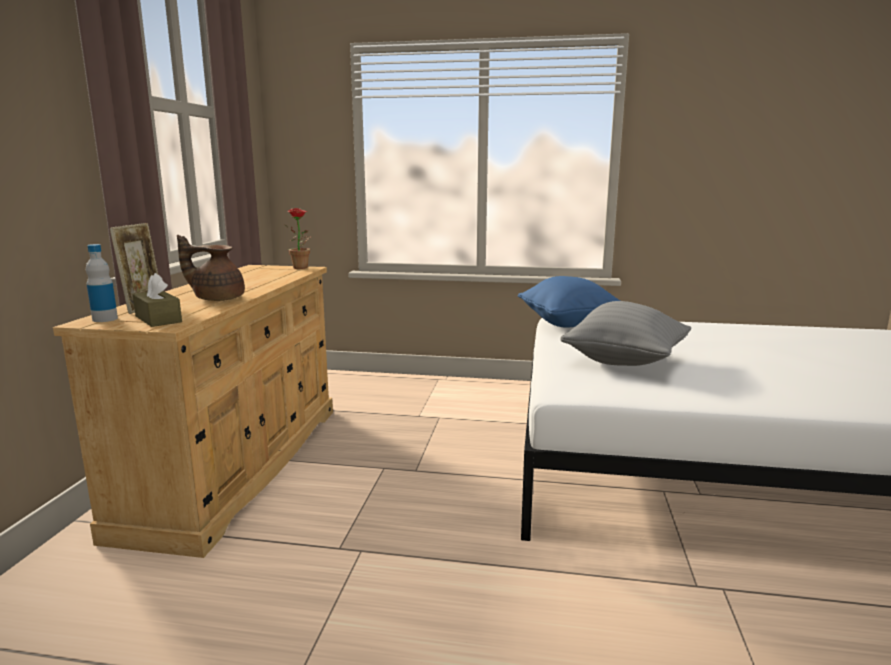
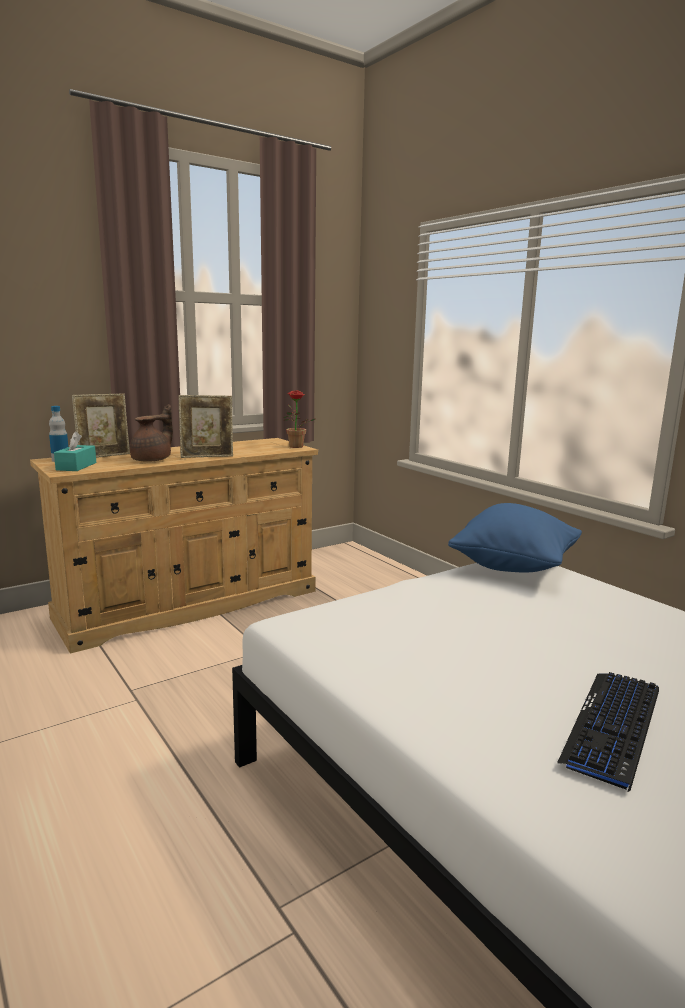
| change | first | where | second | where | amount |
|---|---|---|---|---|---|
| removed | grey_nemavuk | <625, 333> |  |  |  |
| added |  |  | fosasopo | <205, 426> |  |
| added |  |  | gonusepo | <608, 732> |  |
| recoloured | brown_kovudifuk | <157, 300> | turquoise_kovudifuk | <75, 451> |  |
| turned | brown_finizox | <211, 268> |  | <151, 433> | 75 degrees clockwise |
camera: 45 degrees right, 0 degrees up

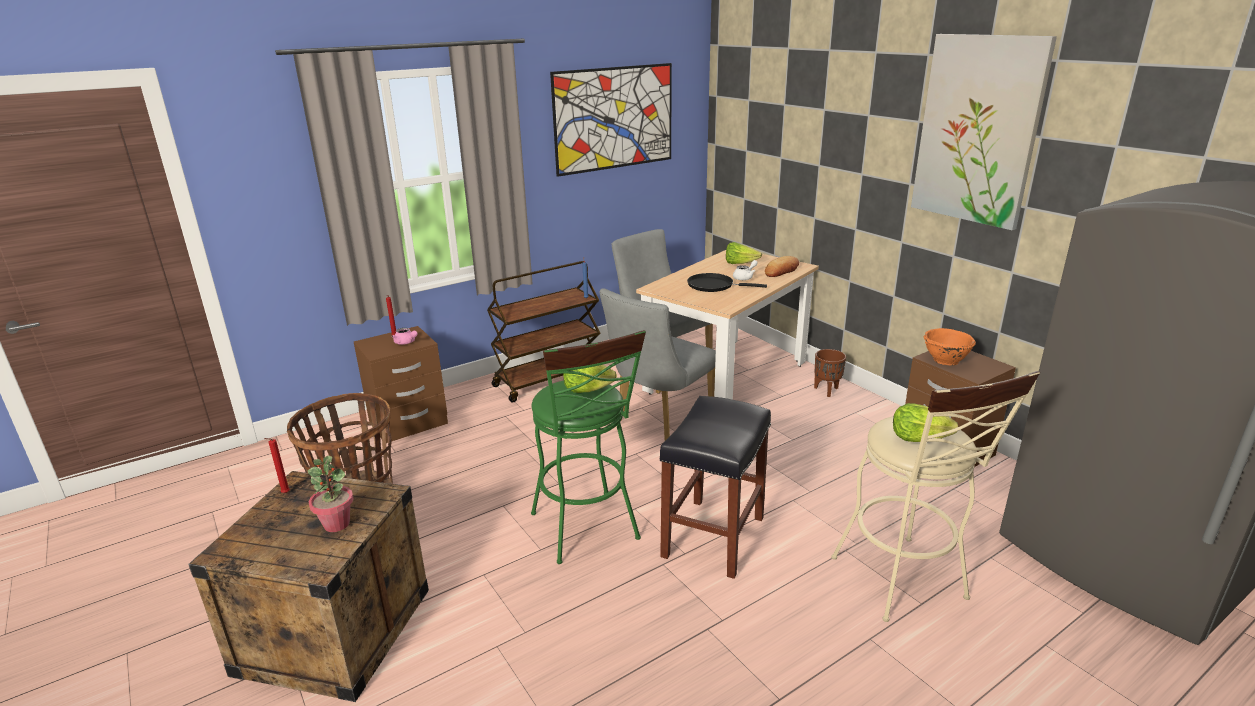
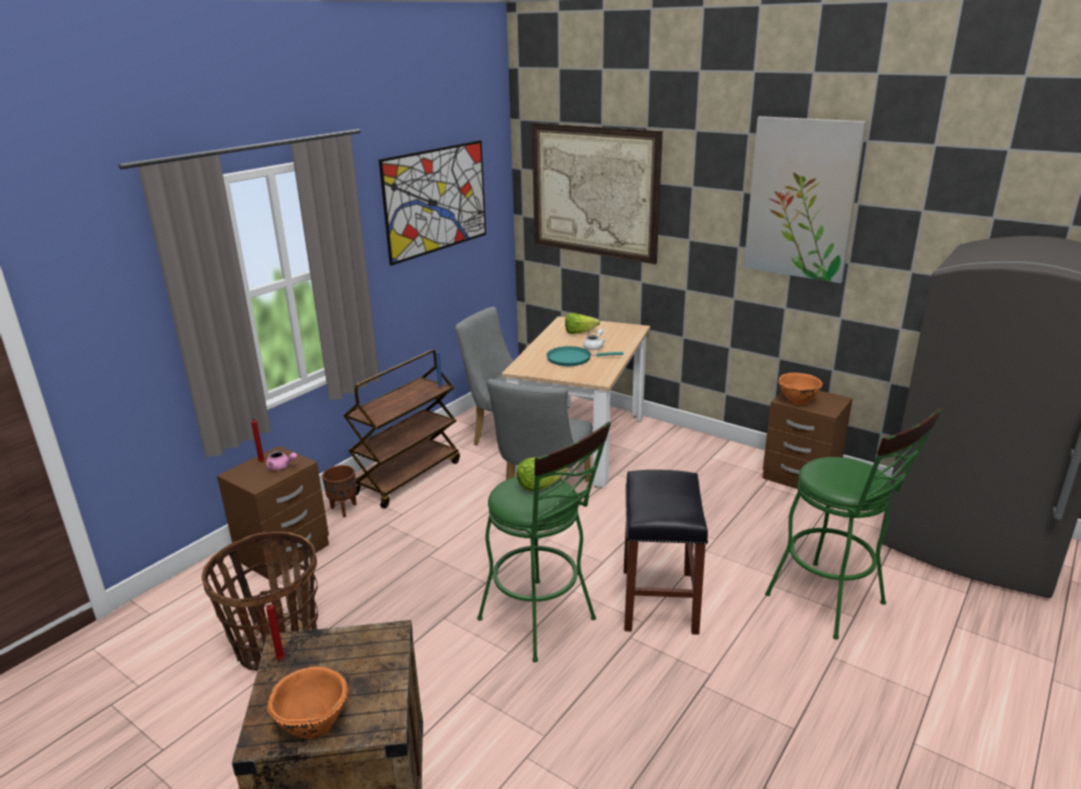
| change | first | where | second | where | amount |
|---|---|---|---|---|---|
| removed | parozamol | <331, 494> |  |  |  |
| removed | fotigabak | <782, 266> |  |  |  |
| removed | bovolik | <925, 422> |  |  |  |
| added |  |  | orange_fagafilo | <307, 703> |  |
| added |  |  | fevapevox | <597, 193> |  |
| moved | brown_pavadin | <830, 373> |  | <339, 491> |  |
| recoloured | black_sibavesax | <727, 282> | turquoise_sibavesax | <585, 356> |  |
| recoloured | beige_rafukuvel | <935, 496> | green_rafukuvel | <854, 524> |  |
camera: 20 degrees left, 0 degrees up

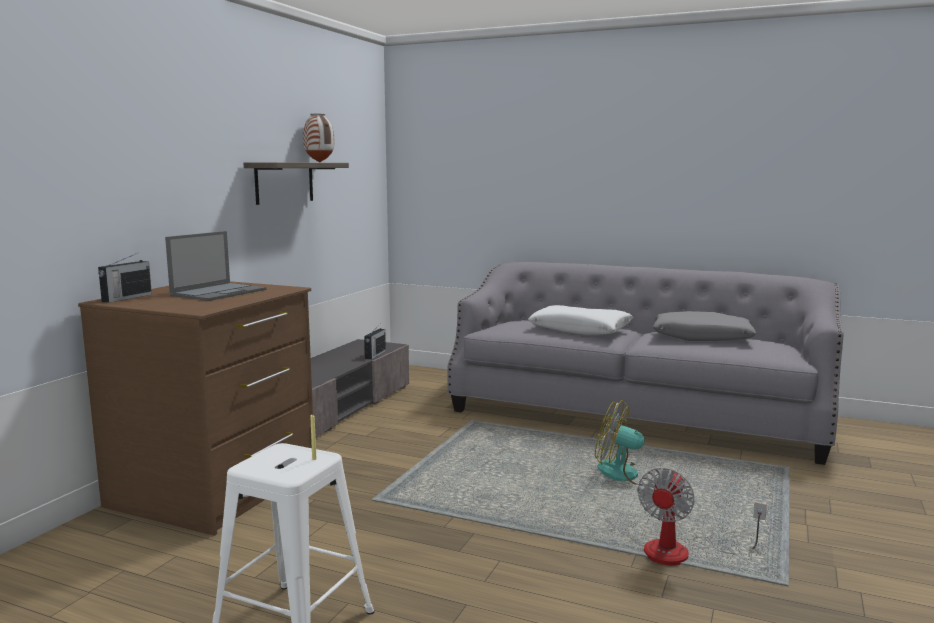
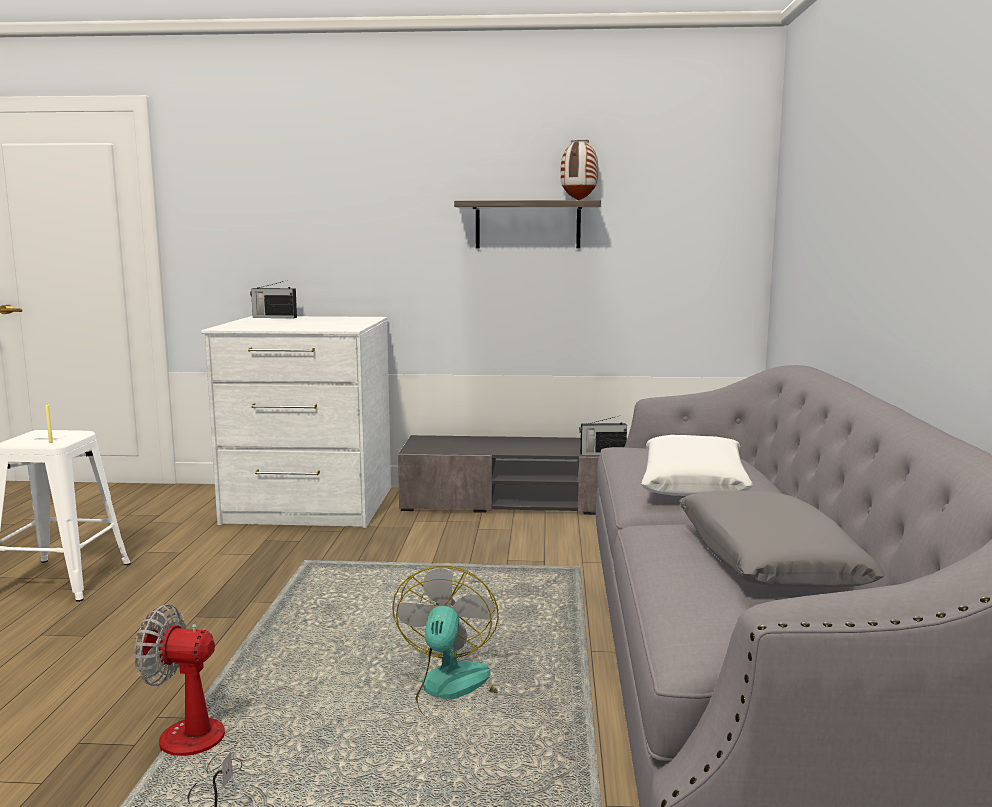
| change | first | where | second | where | amount |
|---|---|---|---|---|---|
| removed | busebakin | <215, 266> |  |  |  |
| recoloured | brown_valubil | <195, 408> | white_valubil | <296, 422> |  |
camera: 70 degrees right, 0 degrees up

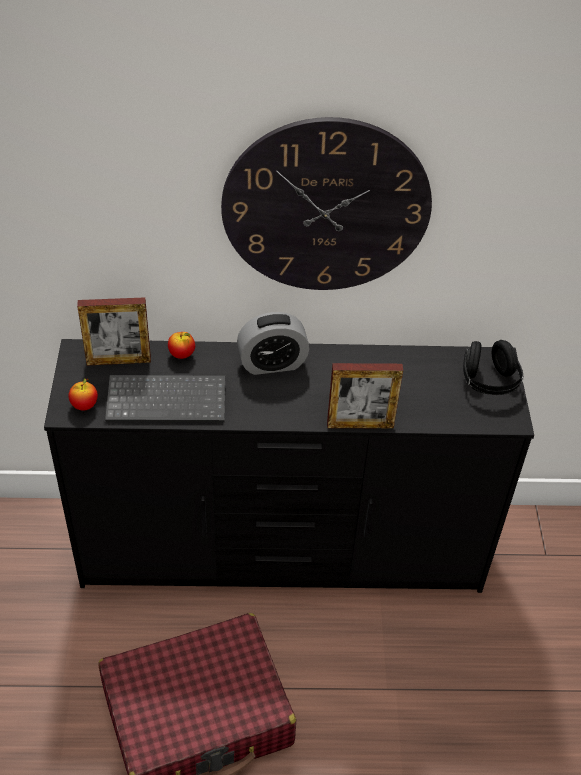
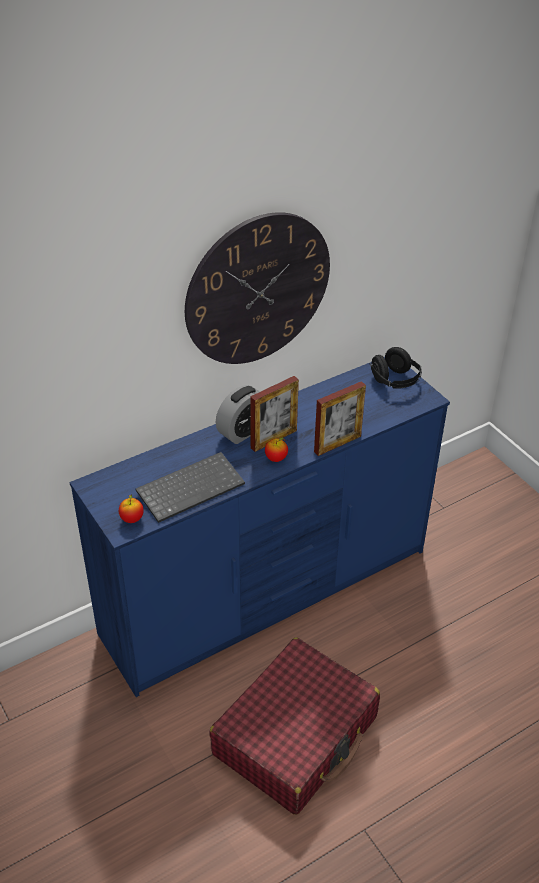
| change | first | where | second | where | amount |
|---|---|---|---|---|---|
| moved | fosasopo | <114, 331> |  | <274, 414> |  |
| moved | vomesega | <181, 345> |  | <276, 449> |  |
| recoloured | black_valubil | <289, 466> | blue_valubil | <259, 527> |  |
camera: 30 degrees left, 5 degrees down

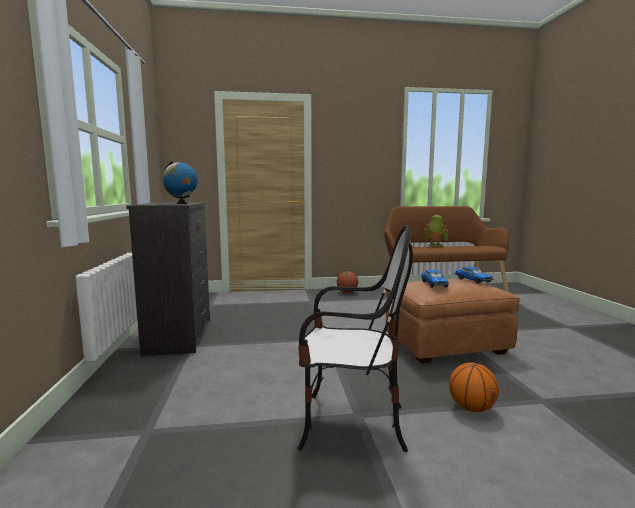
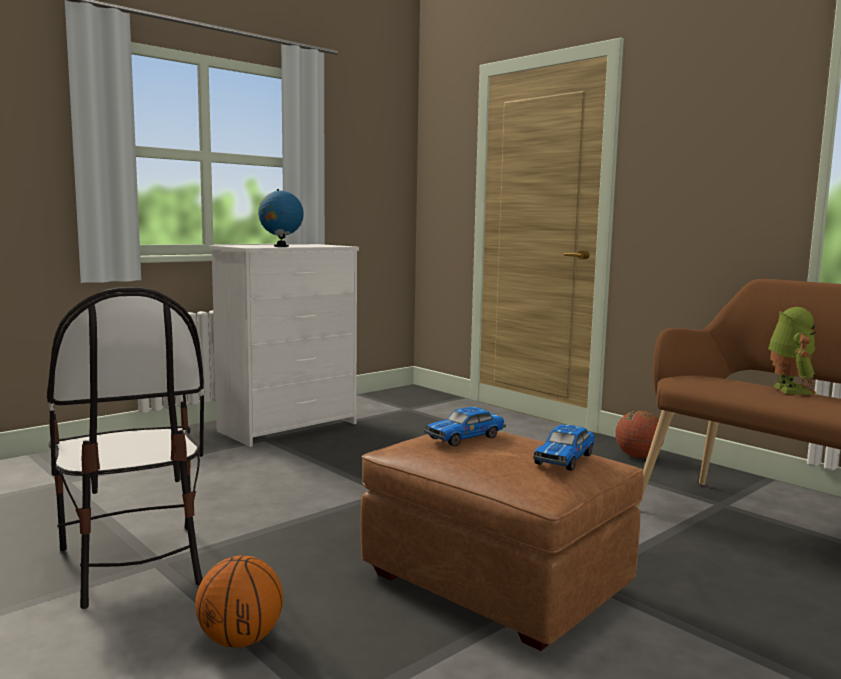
| change | first | where | second | where | amount |
|---|---|---|---|---|---|
| recoloured | black_valubil | <168, 279> | white_valubil | <284, 345> |  |
camera: 55 degrees right, 0 degrees up

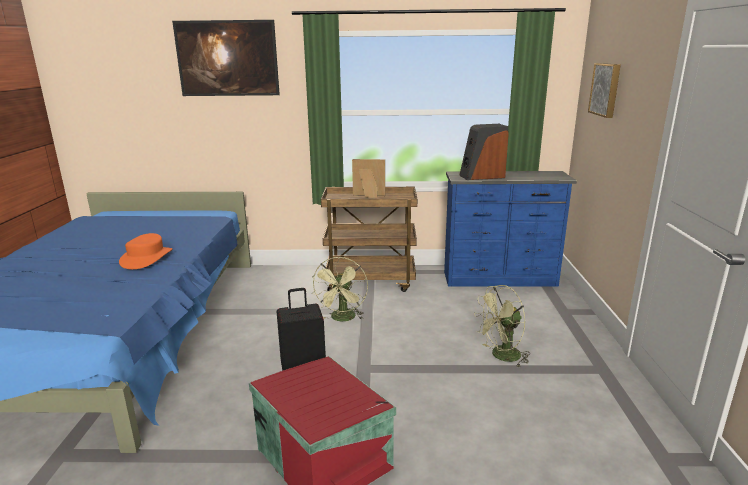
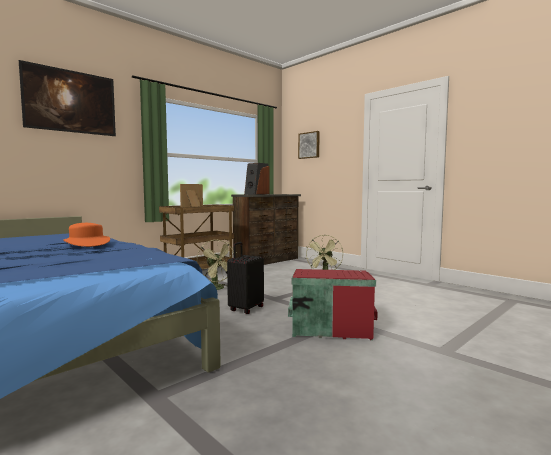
| change | first | where | second | where | amount |
|---|---|---|---|---|---|
| recoloured | blue_valubil | <510, 229> | brown_valubil | <266, 229> |  |
camera: 45 degrees left, 15 degrees down

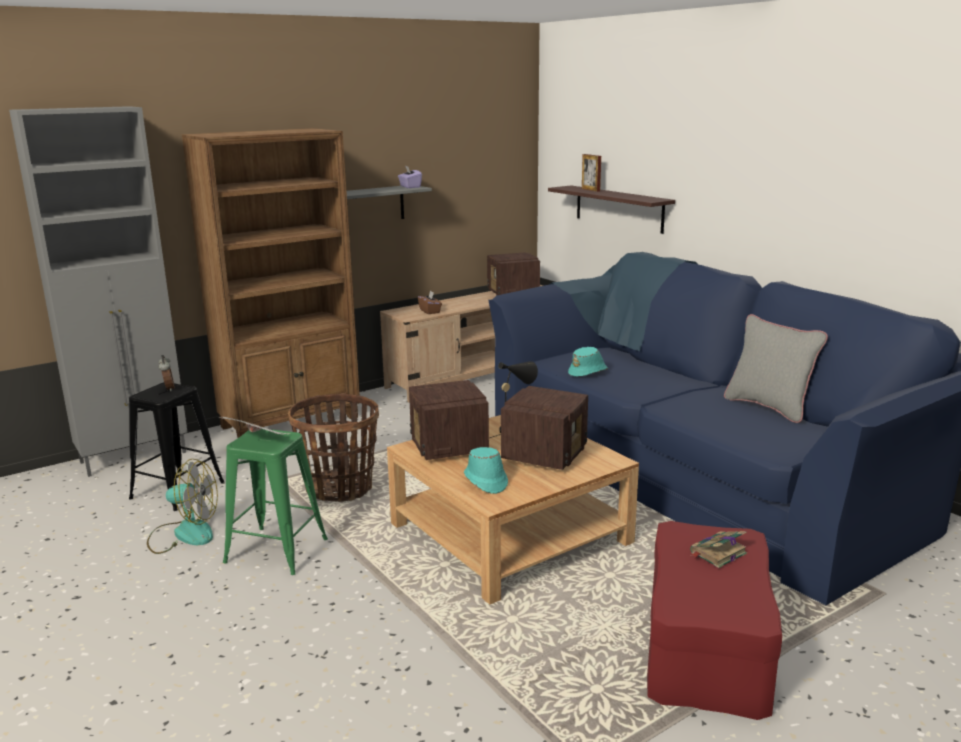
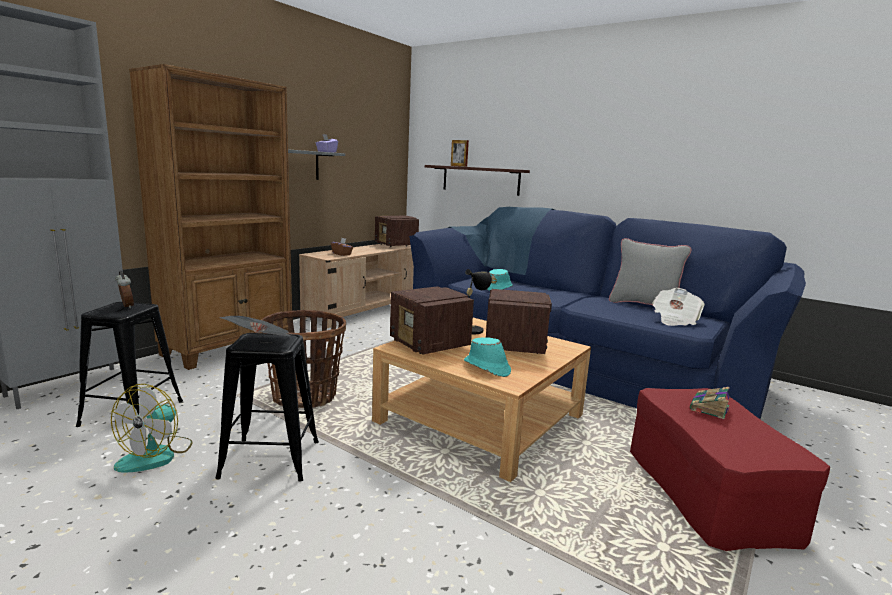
| change | first | where | second | where | amount |
|---|---|---|---|---|---|
| added |  |  | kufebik | <678, 307> |  |
| recoloured | green_rafukuvel | <275, 502> | black_rafukuvel | <267, 407> |  |
| turned | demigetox | <182, 506> |  | <152, 428> | 120 degrees clockwise |
camera: 20 degrees left, 5 degrees down

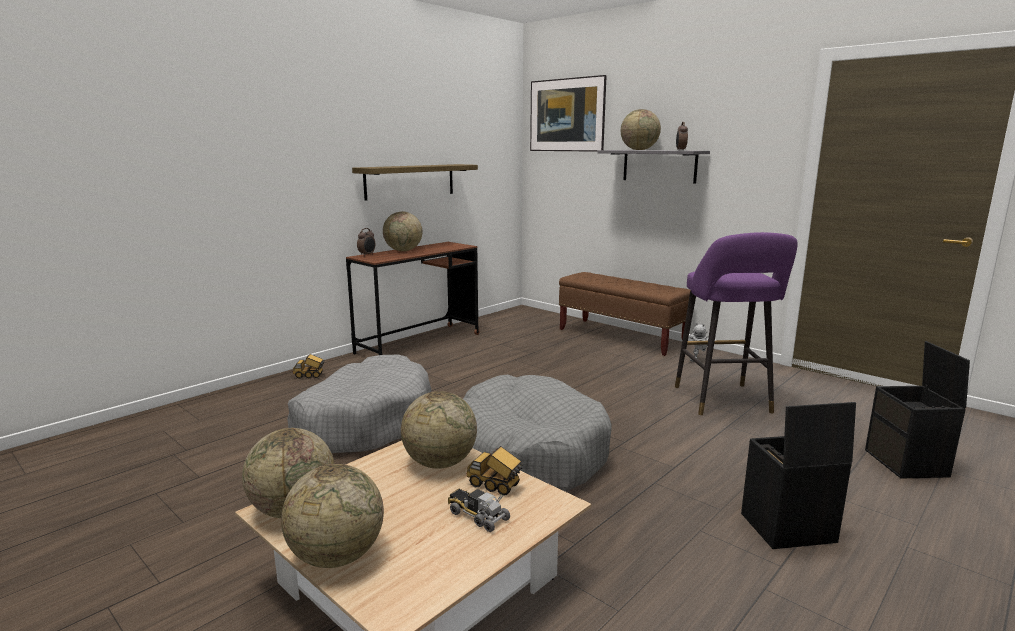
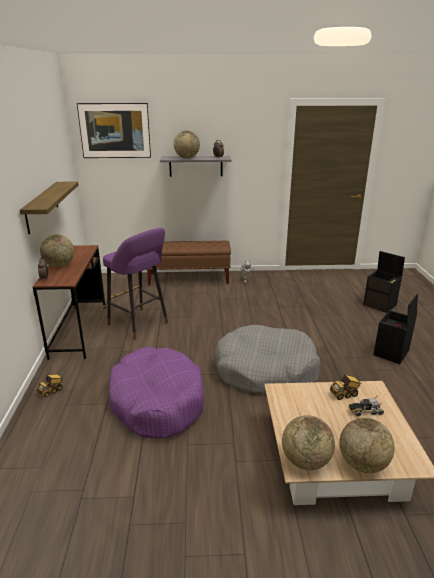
| change | first | where | second | where | amount |
|---|---|---|---|---|---|
| removed | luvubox | <439, 430> |  |  |  |
| moved | purple_rafukuvel | <736, 323> |  | <135, 284> |  |
| recoloured | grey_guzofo | <359, 403> | purple_guzofo | <156, 392> |  |
camera: 45 degrees left, 10 degrees up

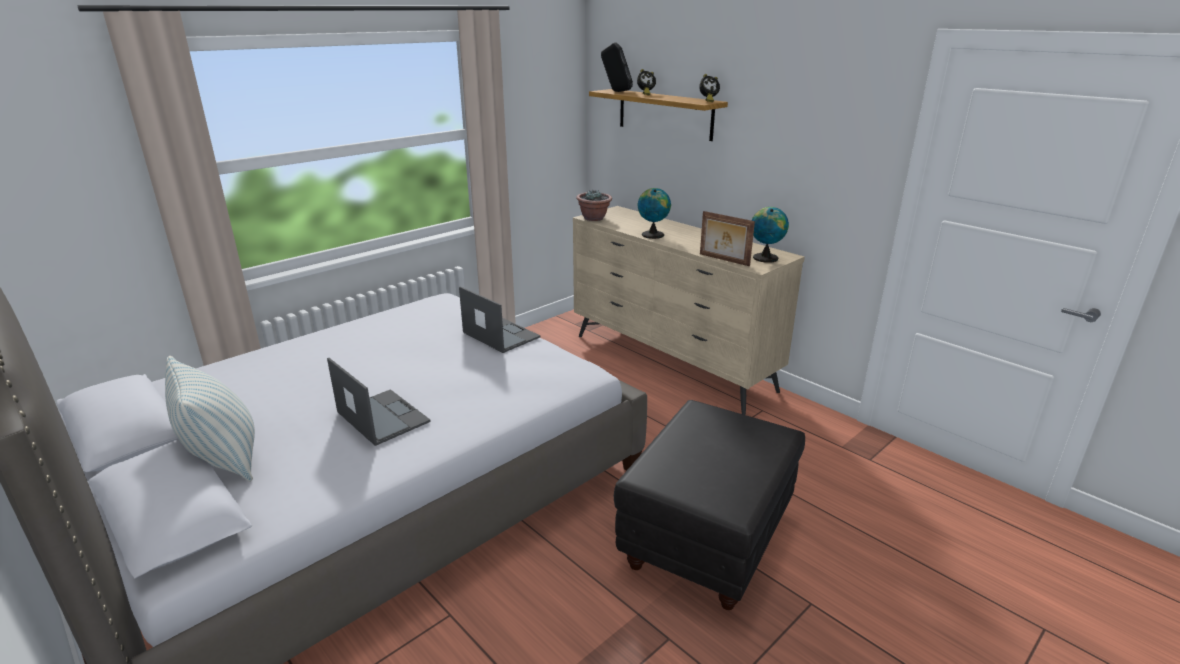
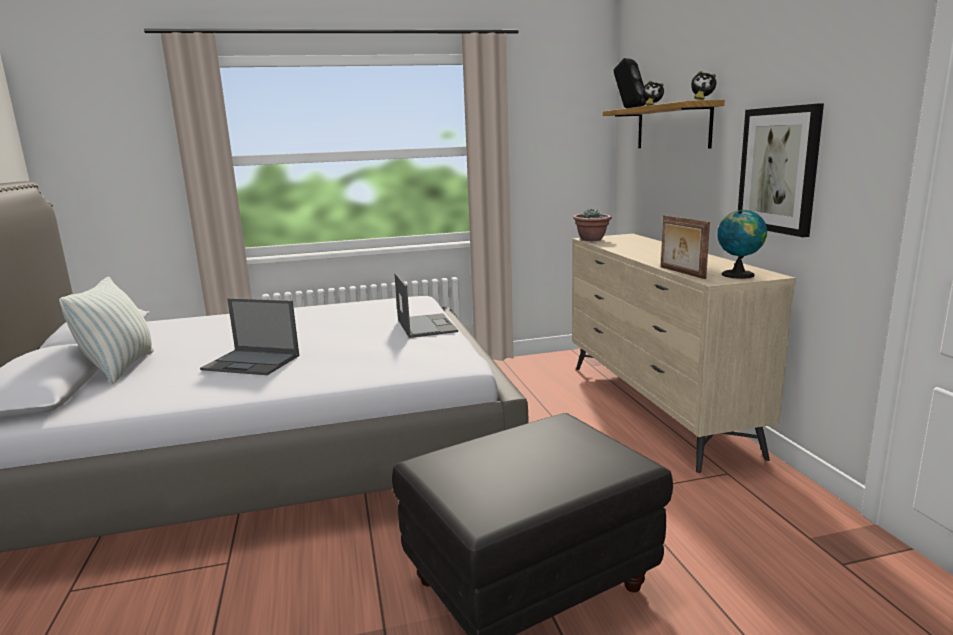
| change | first | where | second | where | amount |
|---|---|---|---|---|---|
| removed | luvubox | <654, 213> |  |  |  |
| added |  |  | fevapevox | <781, 170> |  |
| turned | busebakin | <379, 402> |  | <249, 336> | 120 degrees clockwise |
camera: 30 degrees right, 10 degrees down

